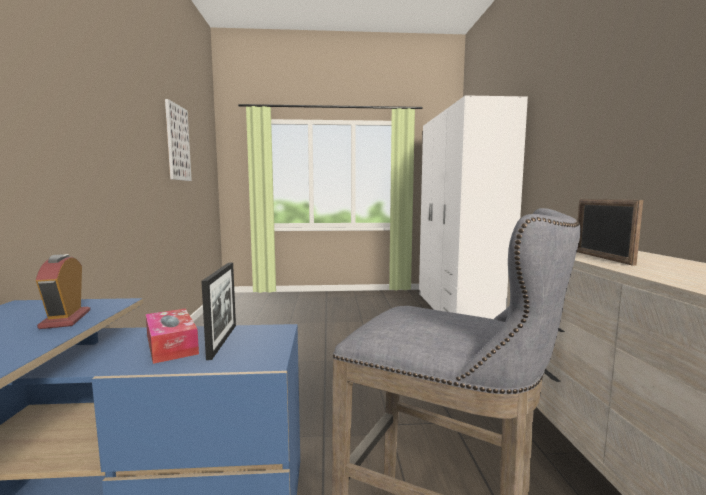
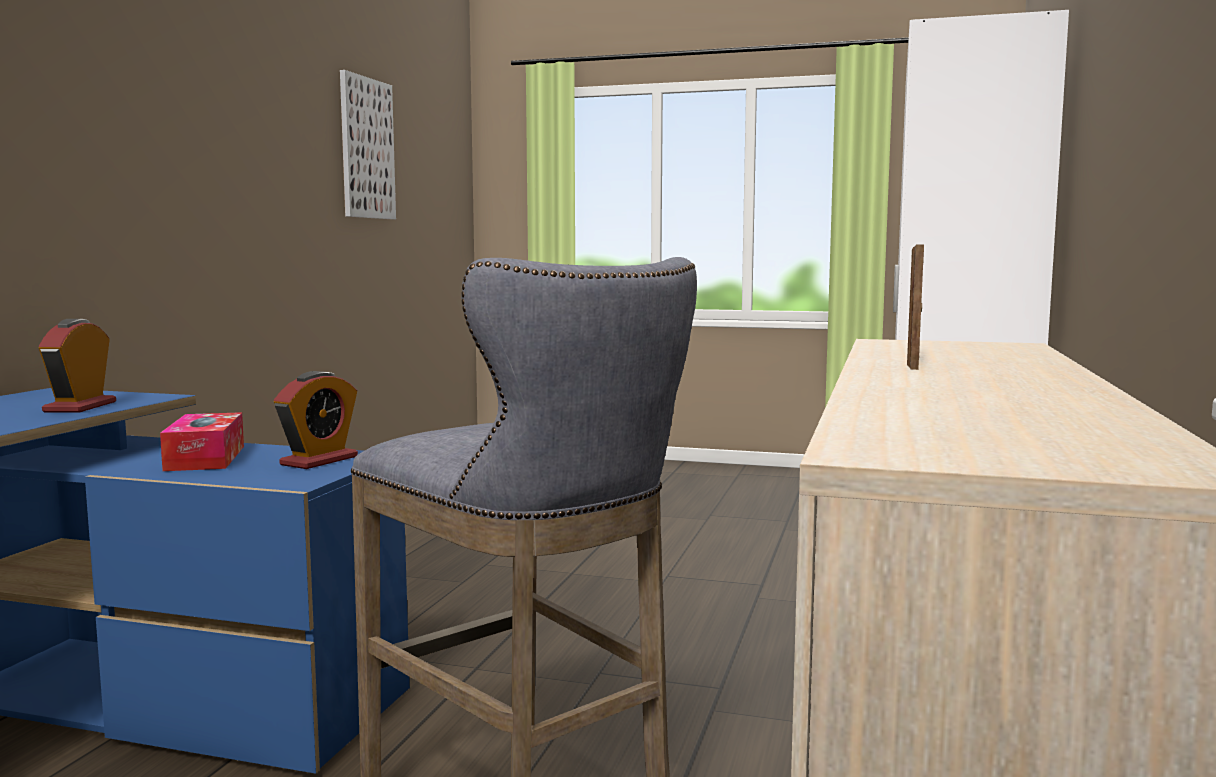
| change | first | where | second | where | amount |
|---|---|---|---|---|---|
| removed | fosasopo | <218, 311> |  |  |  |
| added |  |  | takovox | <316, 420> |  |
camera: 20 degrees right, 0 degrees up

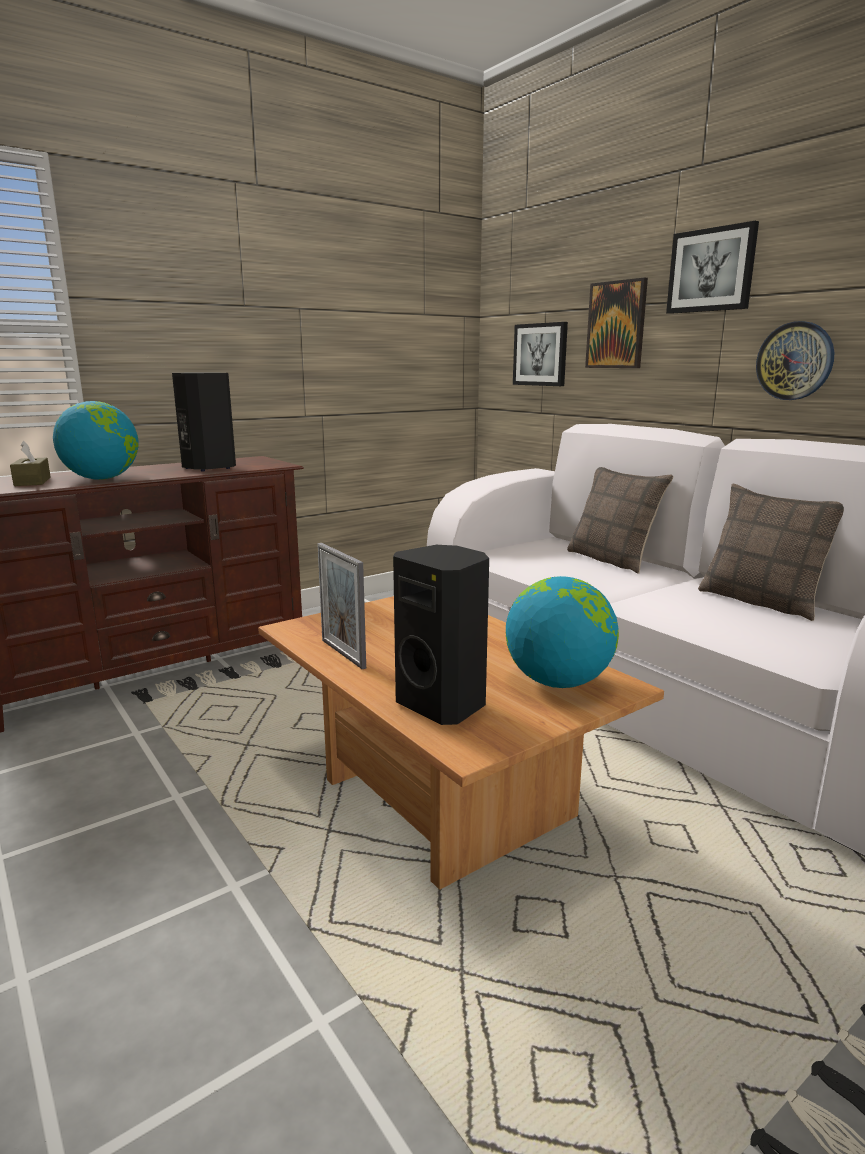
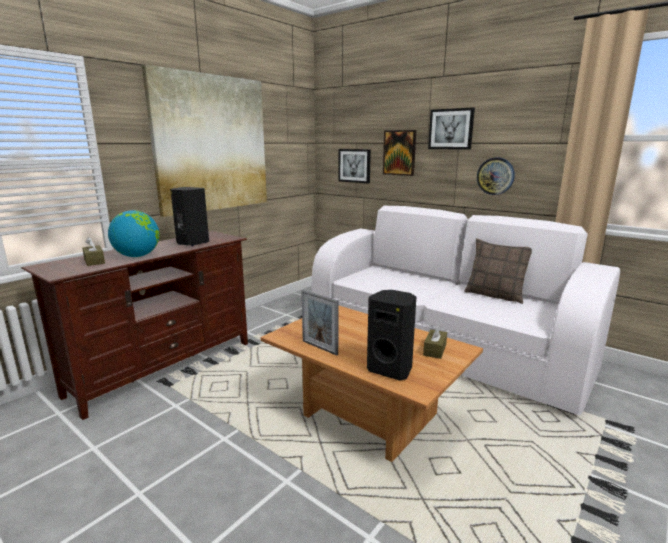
| change | first | where | second | where | amount |
|---|---|---|---|---|---|
| removed | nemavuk | <620, 520> |  |  |  |
| added |  |  | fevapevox | <204, 141> |  |
| replaced | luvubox | <562, 632> | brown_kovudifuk | <435, 341> |  |
camera: 15 degrees left, 0 degrees up

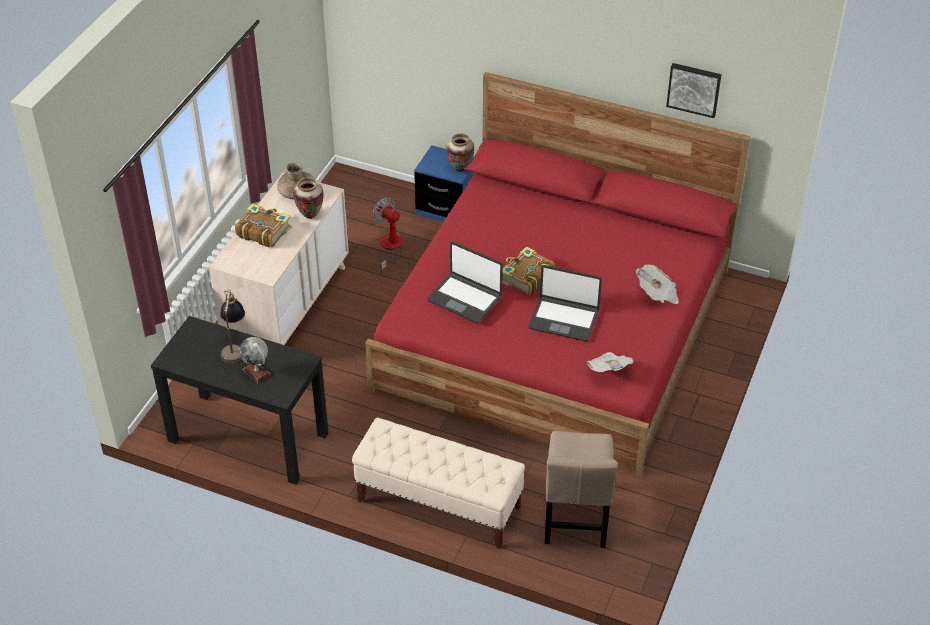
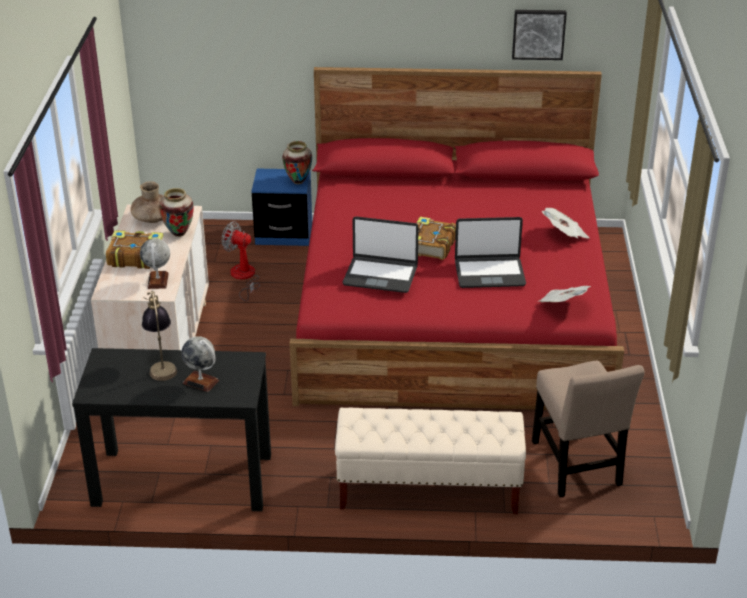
| change | first | where | second | where | amount |
|---|---|---|---|---|---|
| added |  |  | luvubox | <155, 263> |  |
camera: 20 degrees left, 10 degrees down

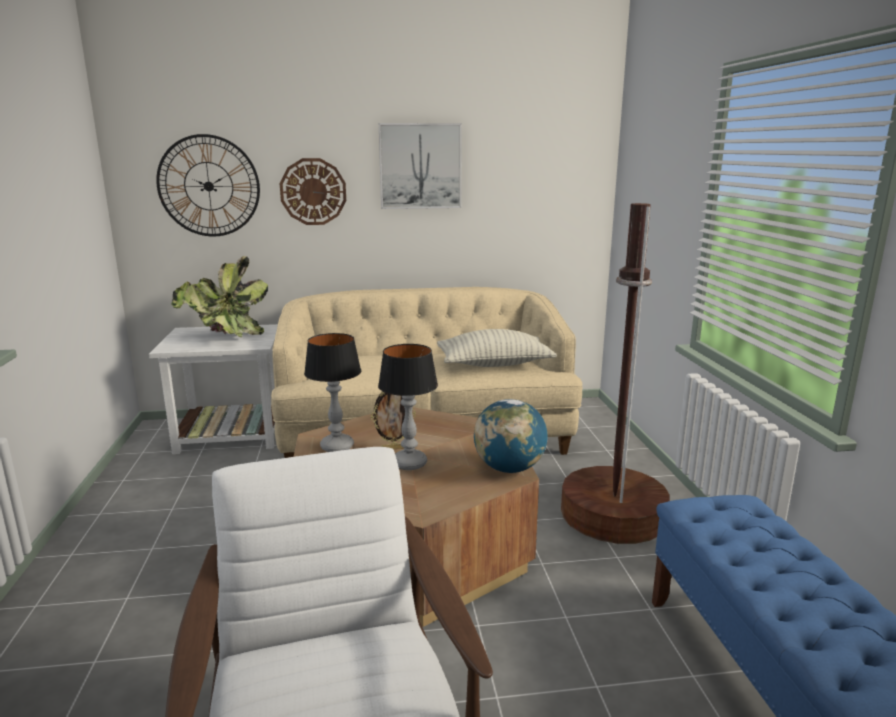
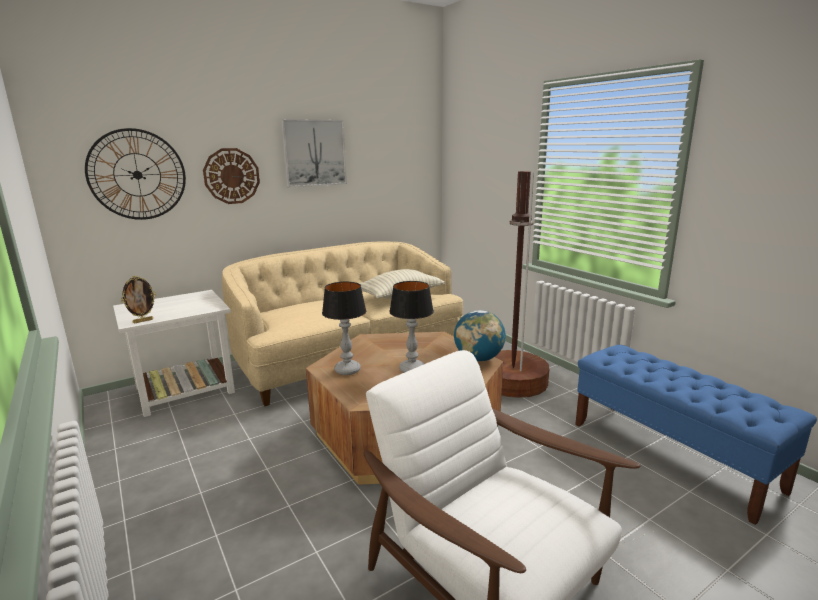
| change | first | where | second | where | amount |
|---|---|---|---|---|---|
| removed | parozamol | <219, 296> |  |  |  |
| moved | fosasopo | <393, 420> |  | <138, 300> |  |
camera: 25 degrees left, 0 degrees up

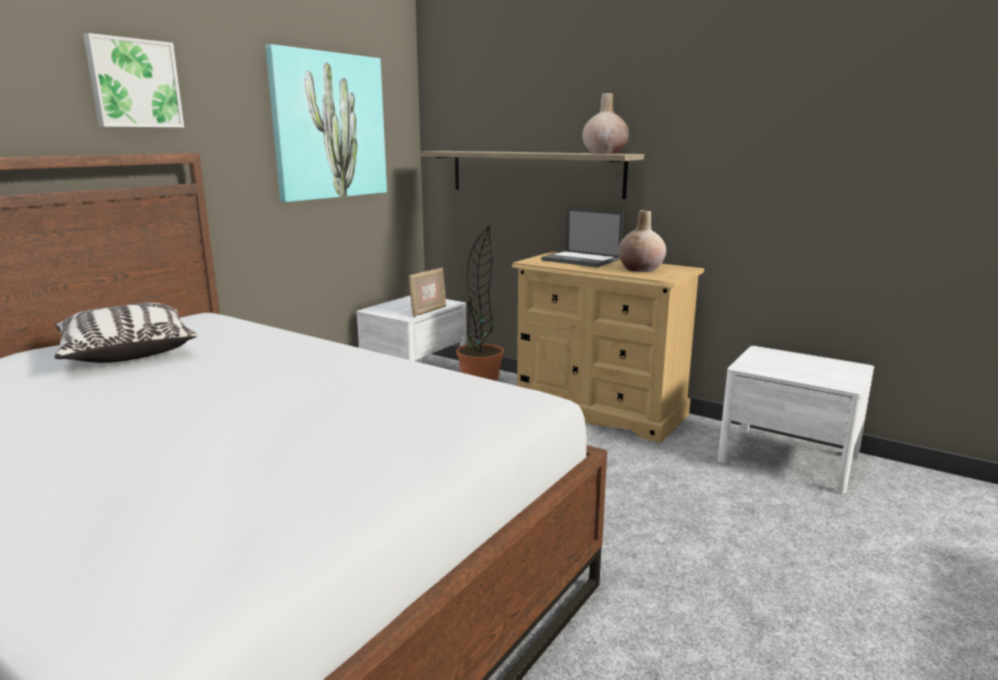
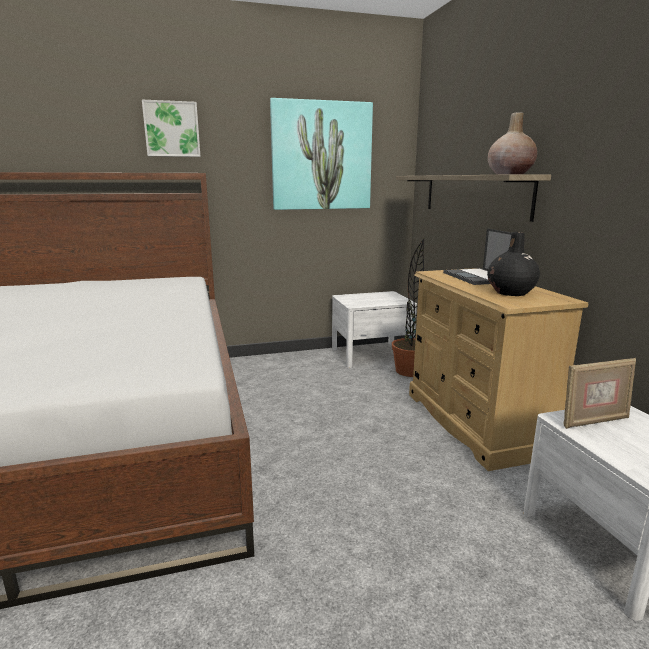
| change | first | where | second | where | amount |
|---|---|---|---|---|---|
| removed | nemavuk | <125, 333> |  |  |  |
| moved | fosasopo | <427, 292> |  | <599, 393> |  |
| recoloured | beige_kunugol | <642, 241> | black_kunugol | <513, 264> |  |
camera: 40 degrees right, 0 degrees up

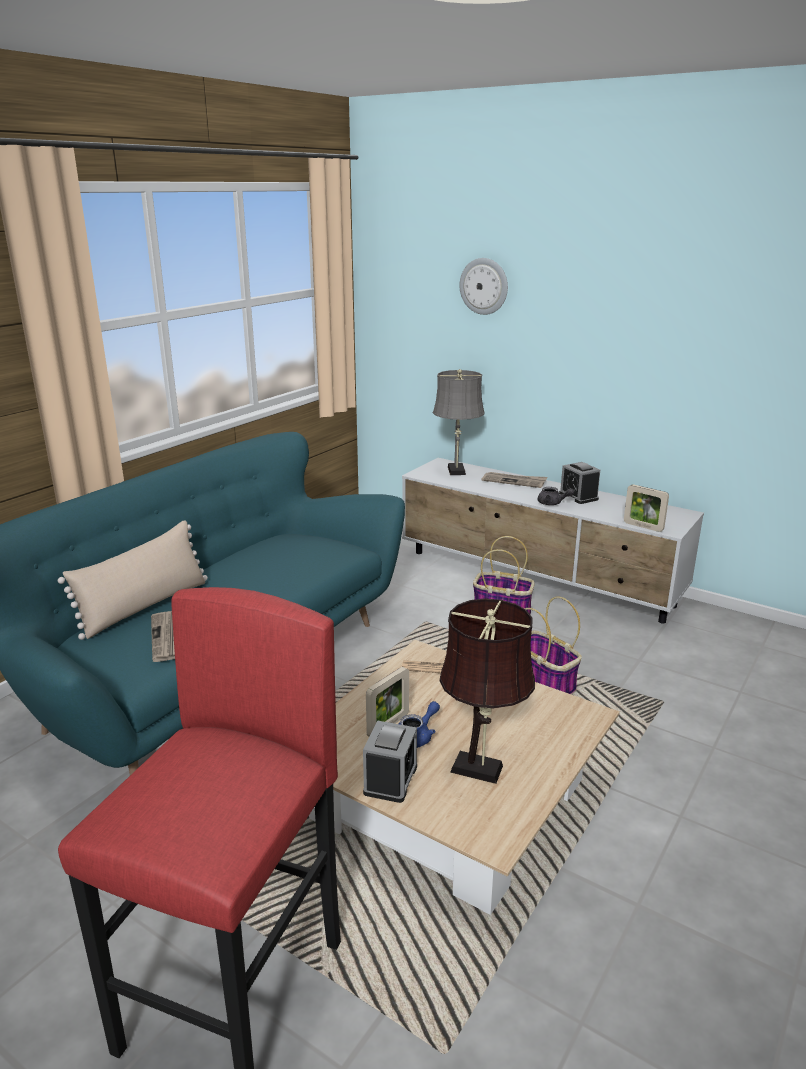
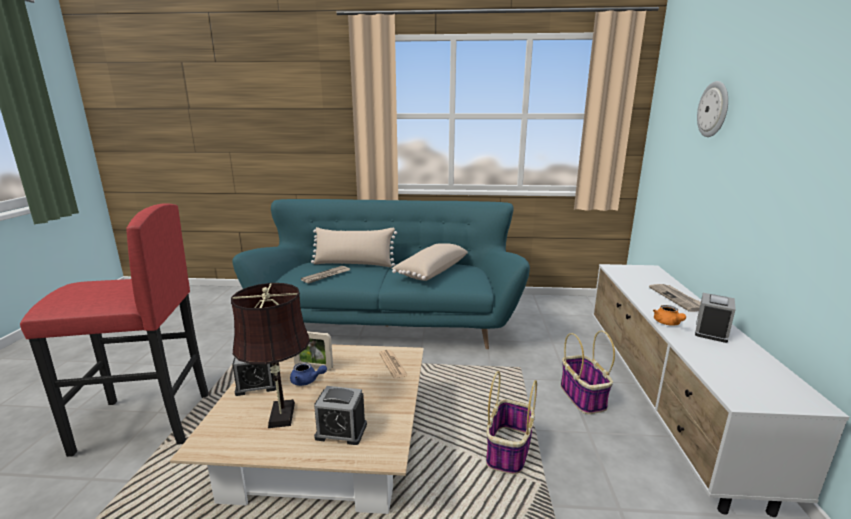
| change | first | where | second | where | amount |
|---|---|---|---|---|---|
| removed | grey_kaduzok | <459, 422> |  |  |  |
| removed | fosasopo | <646, 508> |  |  |  |
| added |  |  | takovox | <340, 415> |  |
| added |  |  | beige_nemavuk | <430, 262> |  |
| recoloured | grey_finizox | <556, 496> | orange_finizox | <669, 315> |  |
camera: 60 degrees right, 5 degrees down

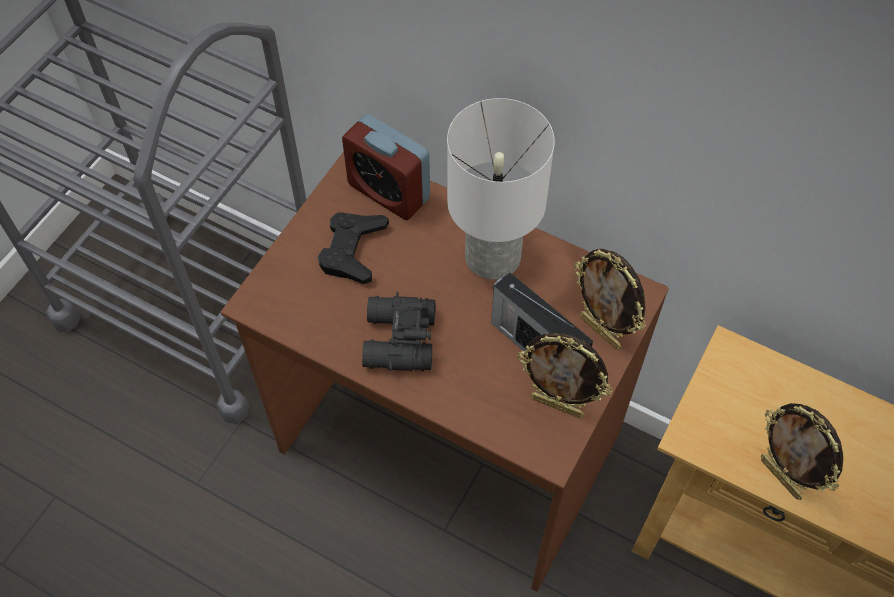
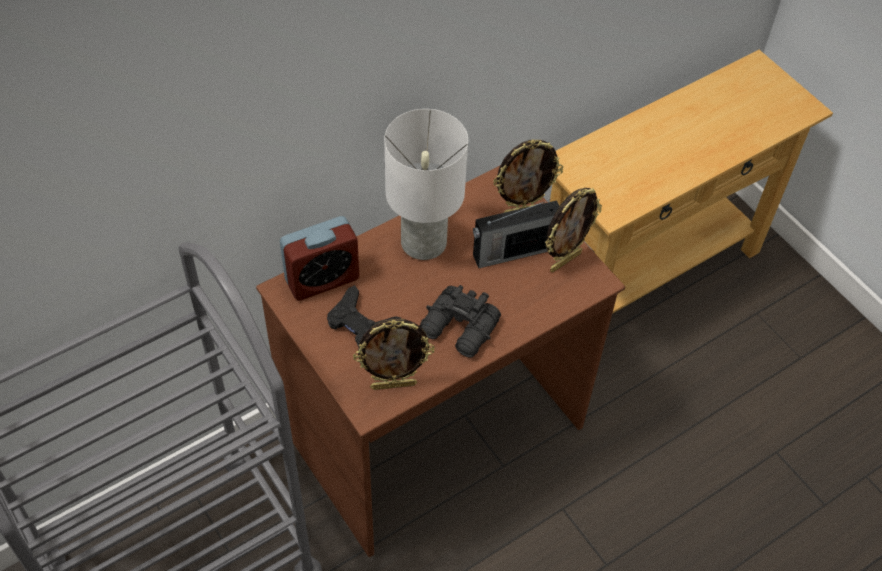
| change | first | where | second | where | amount |
|---|---|---|---|---|---|
| moved | fosasopo | <802, 451> |  | <394, 354> |  |
camera: 65 degrees left, 5 degrees down

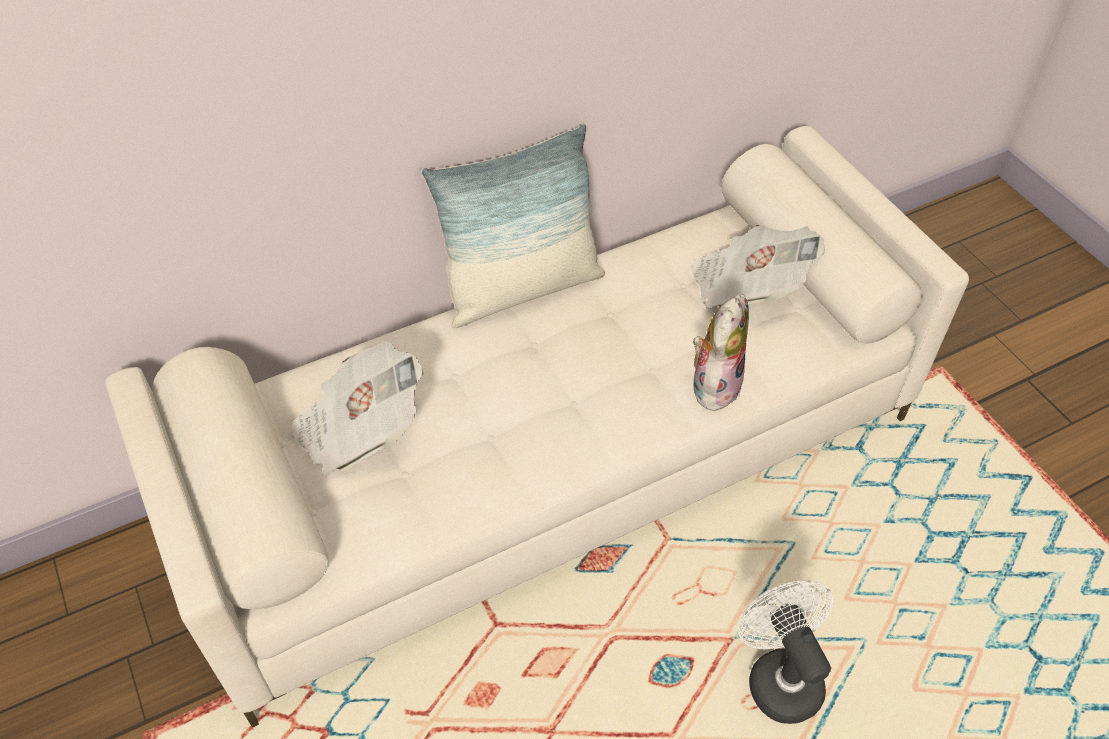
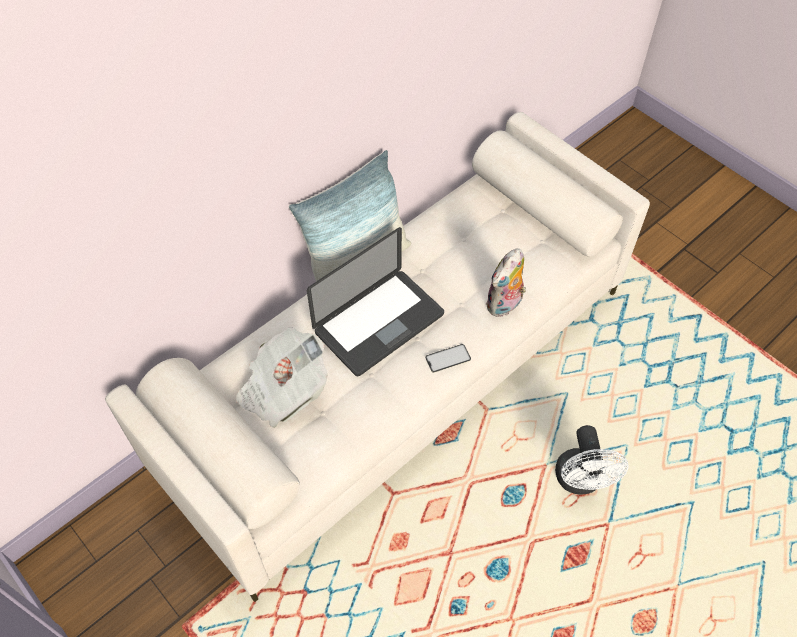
| change | first | where | second | where | amount |
|---|---|---|---|---|---|
| removed | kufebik | <758, 267> |  |  |  |
| added |  |  | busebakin | <375, 301> |  |
| added |  |  | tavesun | <448, 358> |  |
| turned | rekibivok | <721, 353> |  | <506, 282> | 150 degrees counterclockwise |
| turned | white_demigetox | <785, 652> |  | <591, 459> | 150 degrees counterclockwise |
camera: 15 degrees left, 5 degrees up

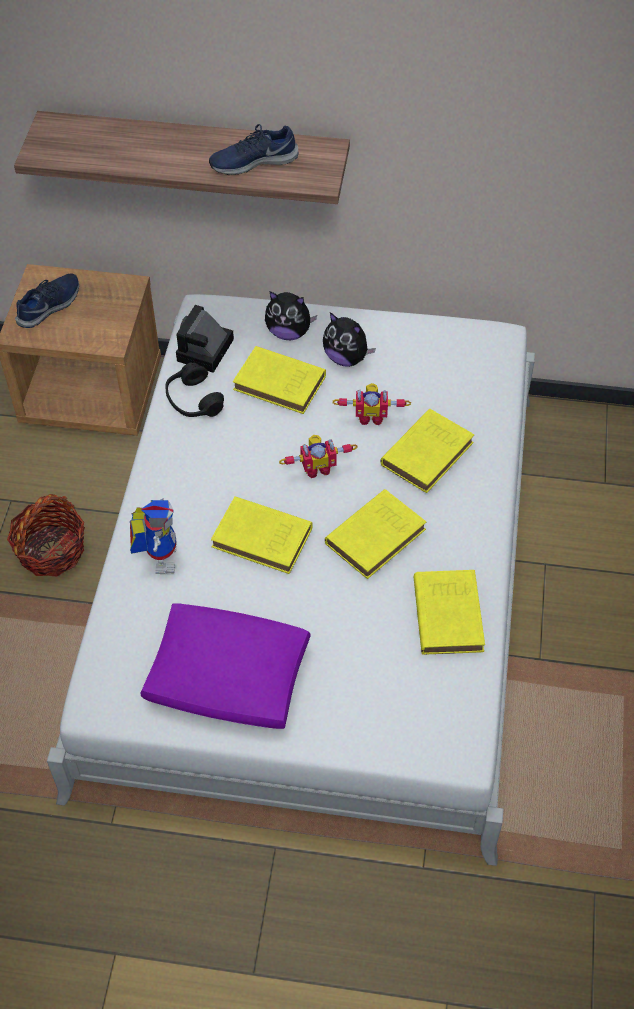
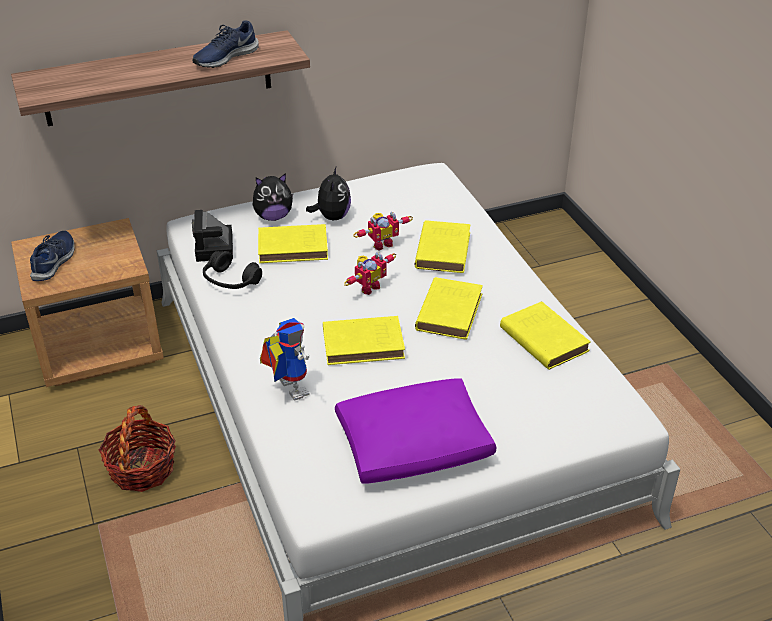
| change | first | where | second | where | amount |
|---|---|---|---|---|---|
| turned | rekibivok | <349, 339> |  | <328, 193> | 90 degrees counterclockwise |
camera: 30 degrees left, 15 degrees down

